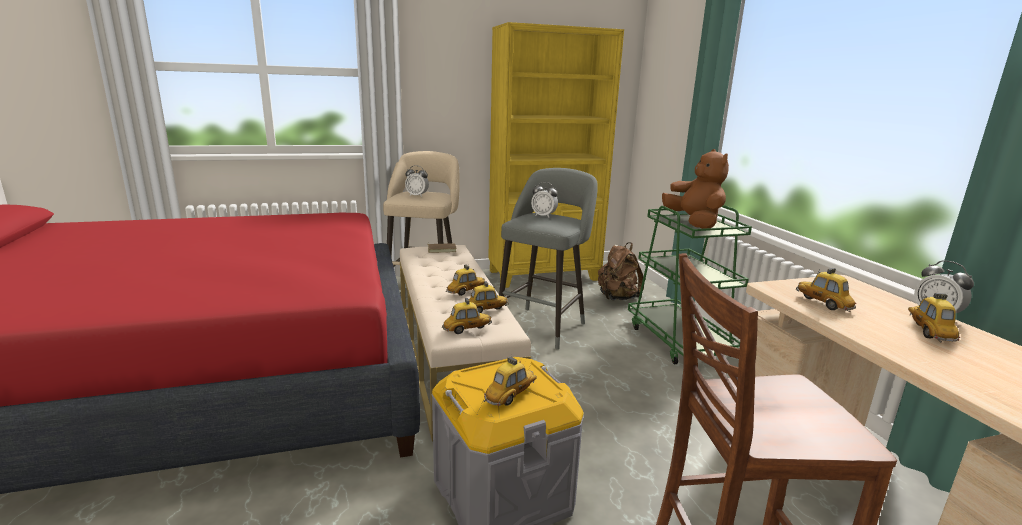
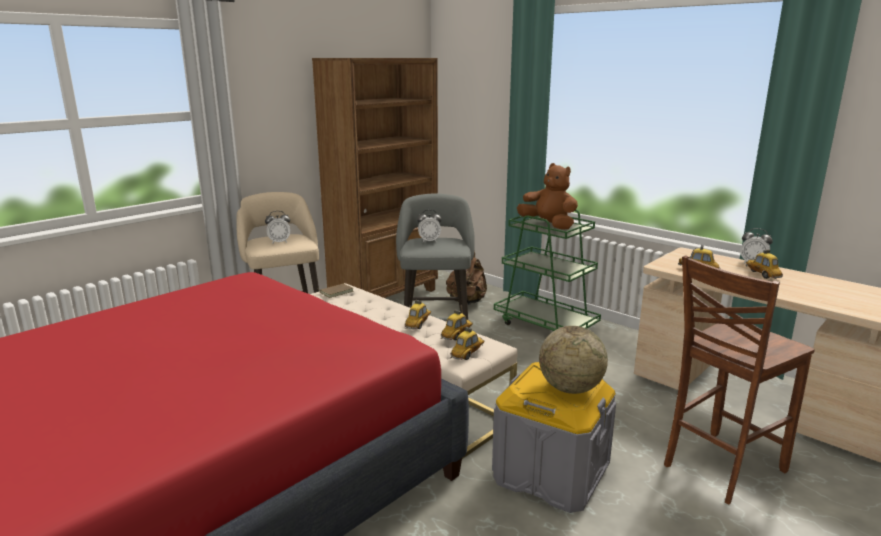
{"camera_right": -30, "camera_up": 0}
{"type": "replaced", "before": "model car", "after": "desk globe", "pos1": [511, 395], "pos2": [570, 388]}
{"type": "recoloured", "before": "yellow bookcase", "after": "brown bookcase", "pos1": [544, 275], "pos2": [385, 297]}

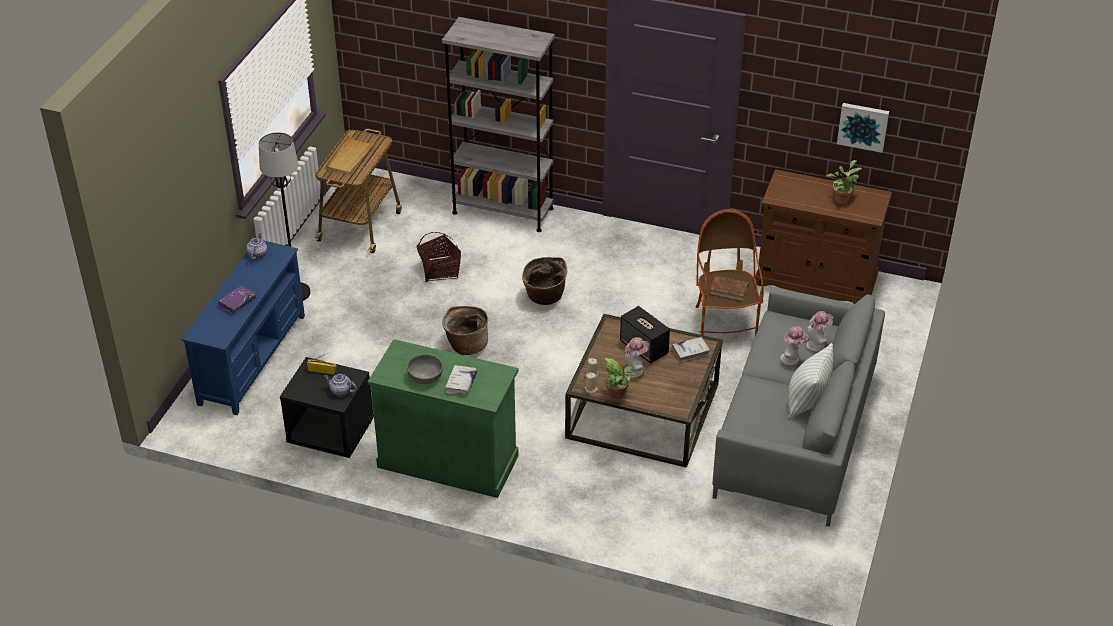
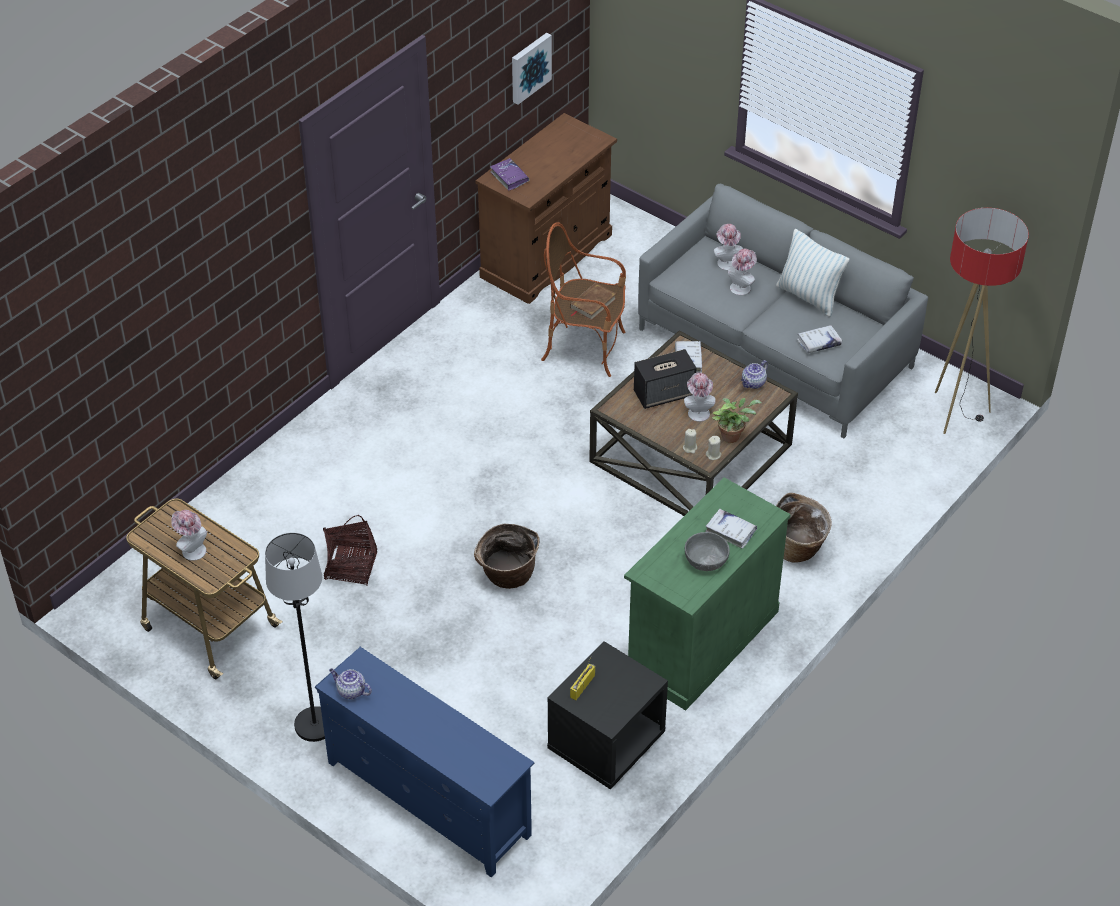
{"camera_right": -70, "camera_up": 5}
{"type": "removed", "before": "greyish bookcase", "pos1": [503, 210]}
{"type": "removed", "before": "potted plant", "pos1": [842, 198]}
{"type": "added", "after": "whitish bound book", "pos2": [819, 343]}
{"type": "added", "after": "standing lamp", "pos2": [957, 413]}
{"type": "moved", "before": "purplish bound book", "pos1": [237, 302], "pos2": [509, 177]}
{"type": "moved", "before": "teapot", "pos1": [340, 391], "pos2": [753, 383]}
{"type": "moved", "before": "storage basket", "pos1": [544, 297], "pos2": [798, 548]}
{"type": "replaced", "before": "beige serving tray", "after": "wearable hat", "pos1": [350, 157], "pos2": [191, 549]}

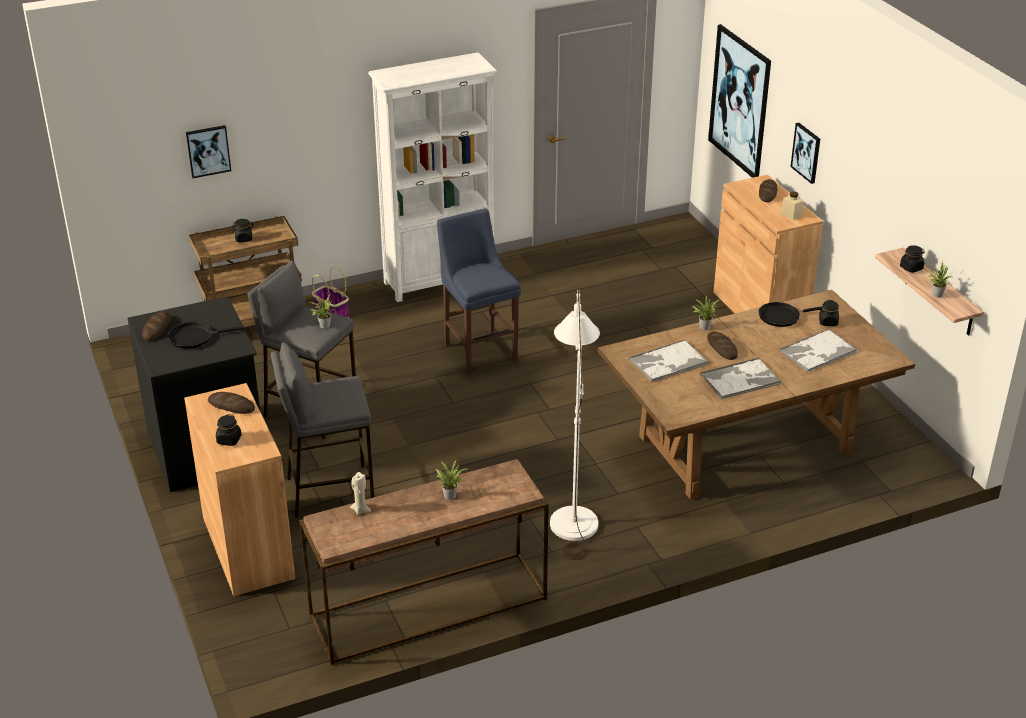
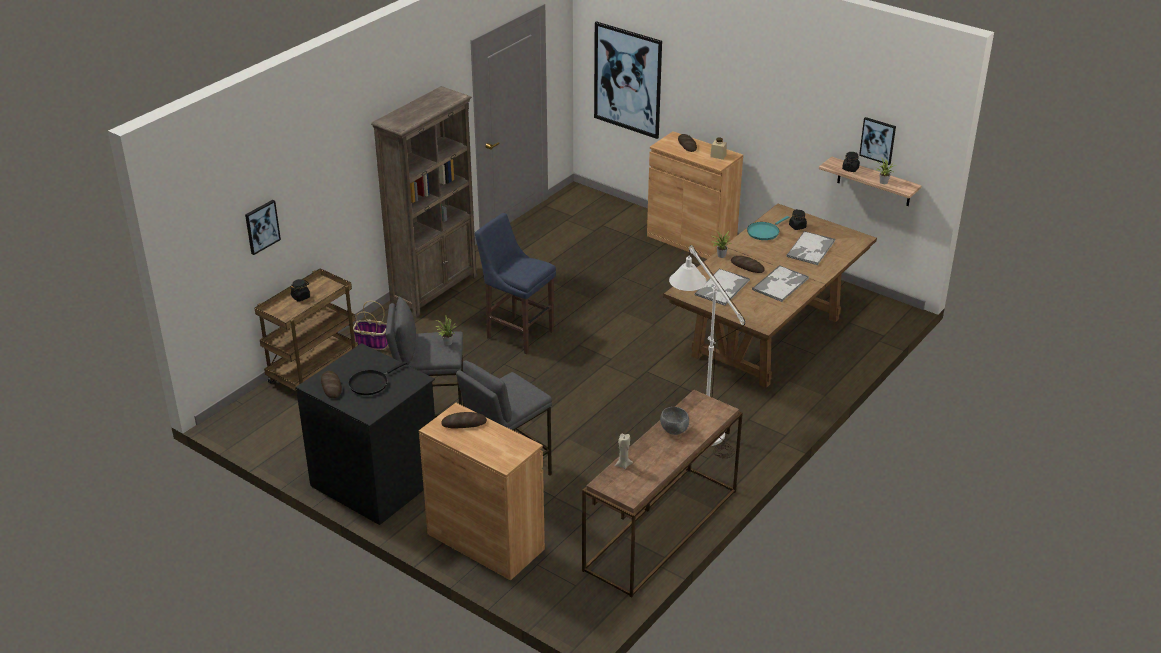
{"camera_right": -30, "camera_up": 0}
{"type": "removed", "before": "black jar", "pos1": [229, 440]}
{"type": "moved", "before": "wall picture", "pos1": [806, 152], "pos2": [878, 140]}
{"type": "replaced", "before": "potted plant", "after": "greyish serving bowl", "pos1": [449, 494], "pos2": [674, 431]}
{"type": "recoloured", "before": "whitish bookcase", "after": "brown bookcase", "pos1": [440, 281], "pos2": [435, 290]}
{"type": "recoloured", "before": "black skillet", "after": "turquoise skillet", "pos1": [782, 316], "pos2": [764, 232]}

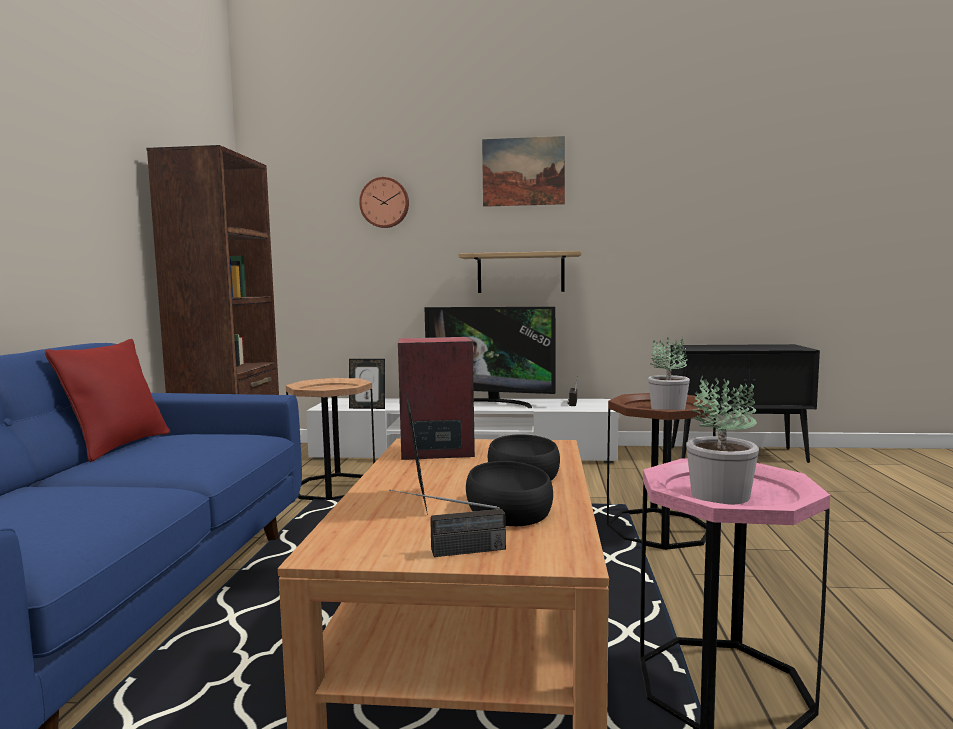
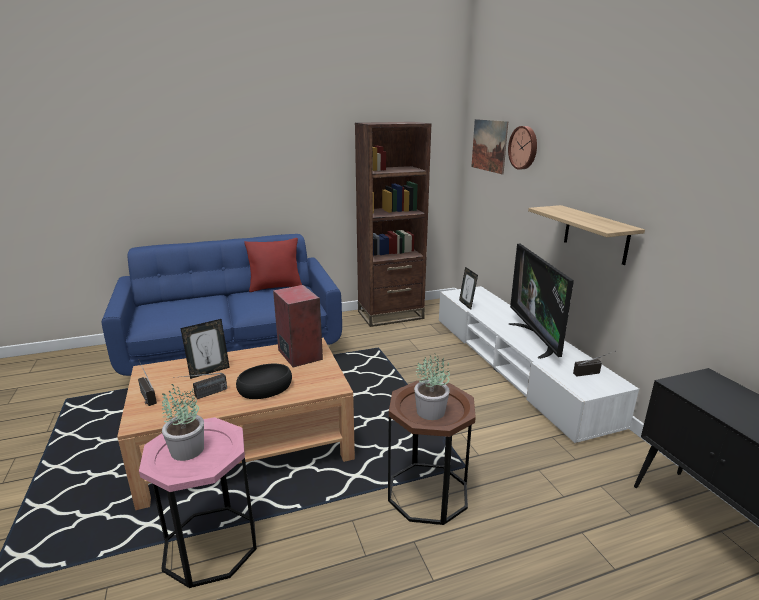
{"camera_right": 65, "camera_up": 15}
{"type": "removed", "before": "brown side table", "pos1": [333, 487]}
{"type": "moved", "before": "wall picture", "pos1": [523, 172], "pos2": [489, 145]}
{"type": "replaced", "before": "black serving bowl", "after": "radio set", "pos1": [507, 508], "pos2": [203, 395]}

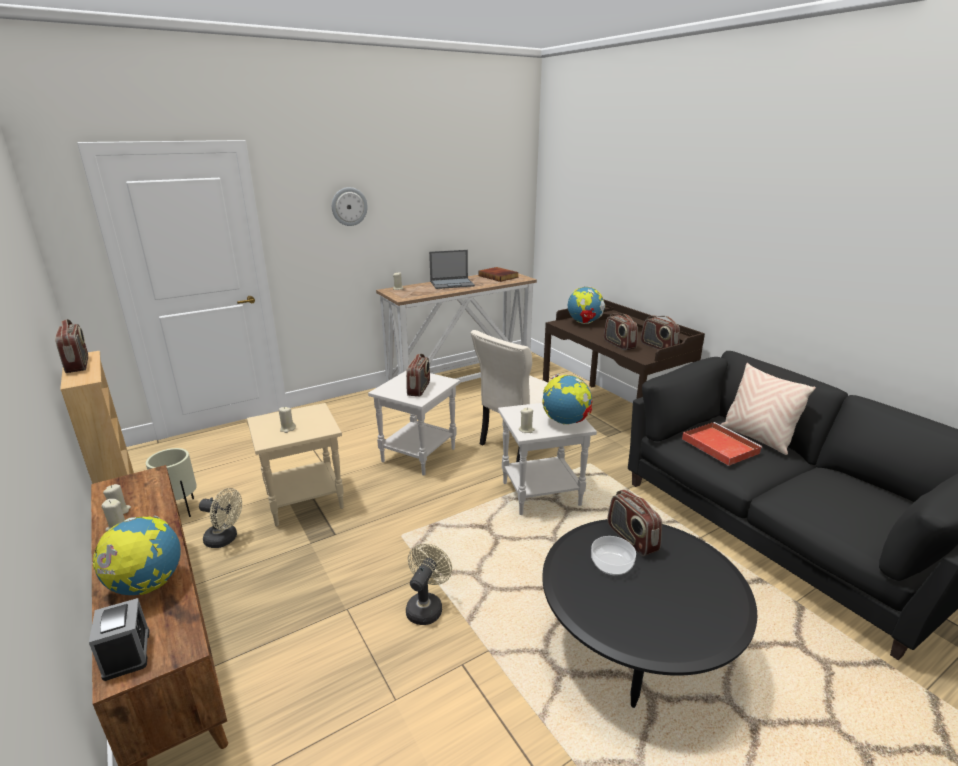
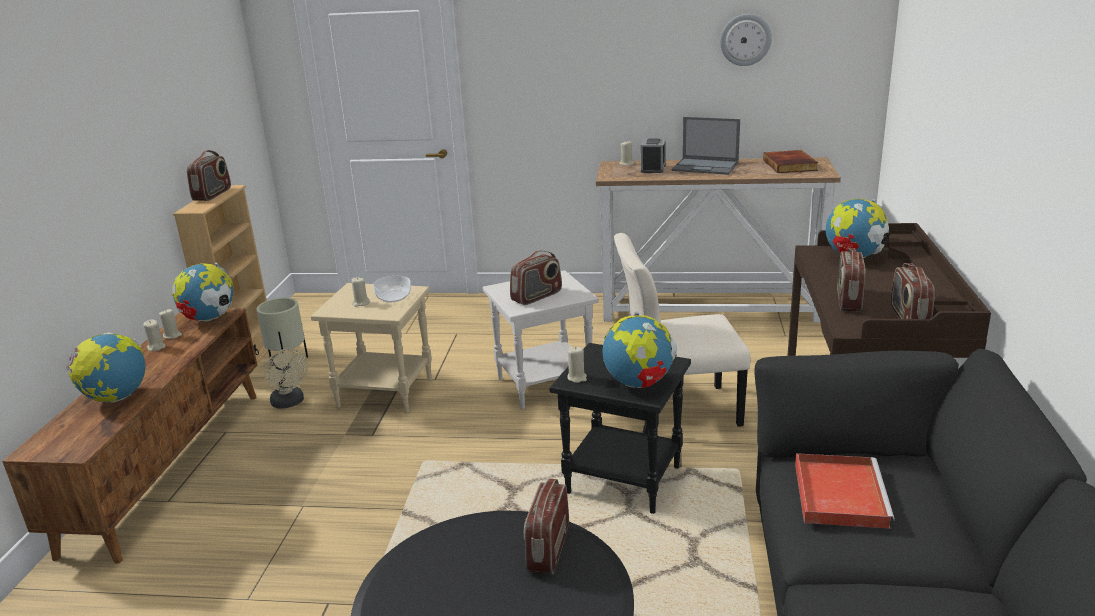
{"camera_right": 40, "camera_up": 0}
{"type": "removed", "before": "beige fan", "pos1": [426, 606]}
{"type": "removed", "before": "beige pillow", "pos1": [756, 438]}
{"type": "added", "after": "desk globe", "pos2": [209, 319]}
{"type": "moved", "before": "alarm clock", "pos1": [127, 653], "pos2": [653, 168]}
{"type": "moved", "before": "hanging clock", "pos1": [349, 206], "pos2": [745, 39]}
{"type": "moved", "before": "serving bowl", "pos1": [611, 564], "pos2": [393, 297]}
{"type": "recoloured", "before": "whitish side table", "after": "black side table", "pos1": [541, 493], "pos2": [625, 480]}

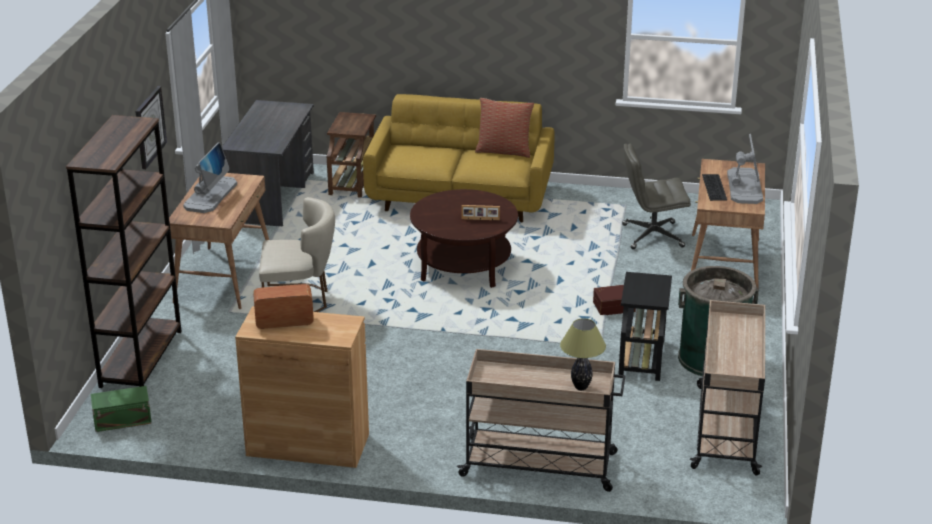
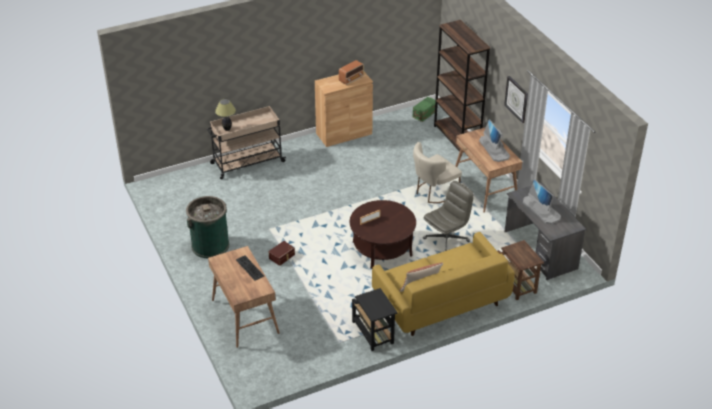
{"camera_right": 145, "camera_up": 10}
{"type": "removed", "before": "beige cart", "pos1": [726, 428]}
{"type": "moved", "before": "black side table", "pos1": [641, 357], "pos2": [373, 333]}
{"type": "moved", "before": "greyish computer chair", "pos1": [652, 236], "pos2": [446, 240]}
{"type": "moved", "before": "computer screen", "pos1": [744, 186], "pos2": [541, 210]}

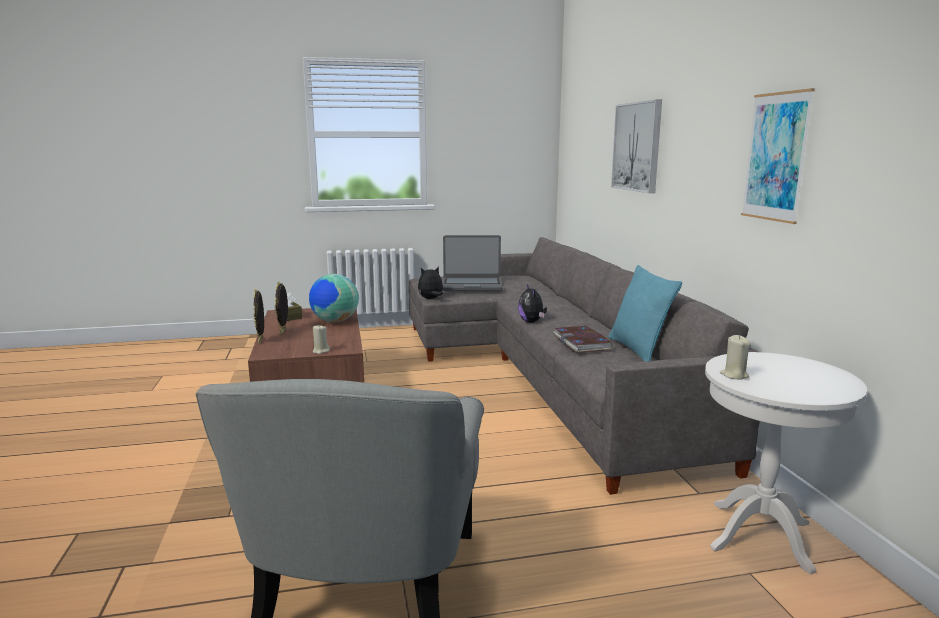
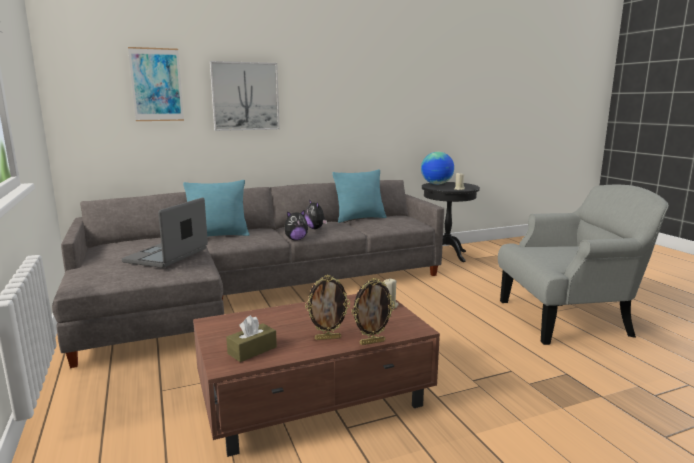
{"camera_right": -100, "camera_up": 0}
{"type": "removed", "before": "bound book", "pos1": [582, 342]}
{"type": "added", "after": "turquoise pillow", "pos2": [218, 236]}
{"type": "moved", "before": "desk globe", "pos1": [334, 321], "pos2": [437, 184]}
{"type": "moved", "before": "soft toy", "pos1": [431, 299], "pos2": [315, 228]}
{"type": "moved", "before": "wall picture", "pos1": [776, 157], "pos2": [156, 85]}
{"type": "recoloured", "before": "whitish side table", "after": "black side table", "pos1": [760, 535], "pos2": [446, 255]}
{"type": "turned", "before": "notebook computer", "pos1": [472, 285], "pos2": [167, 255], "turn": -150}

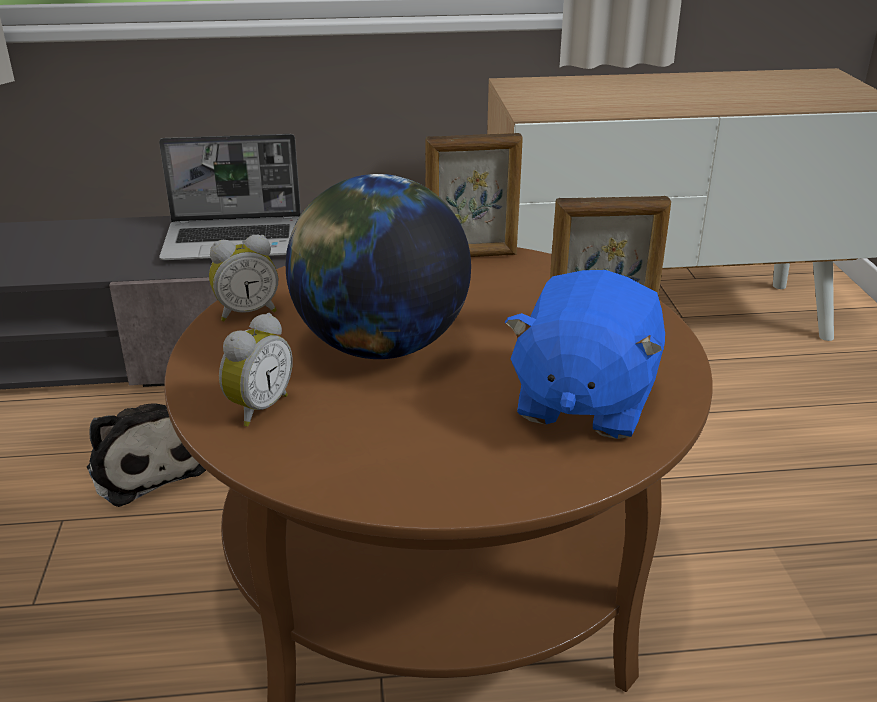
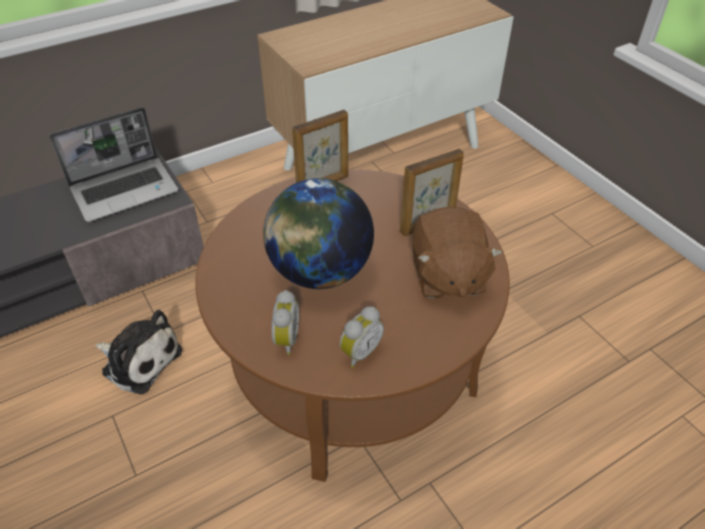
{"camera_right": -25, "camera_up": 15}
{"type": "moved", "before": "alarm clock", "pos1": [247, 312], "pos2": [359, 352]}
{"type": "recoloured", "before": "blue-coloured soft toy", "after": "brown soft toy", "pos1": [583, 401], "pos2": [447, 276]}

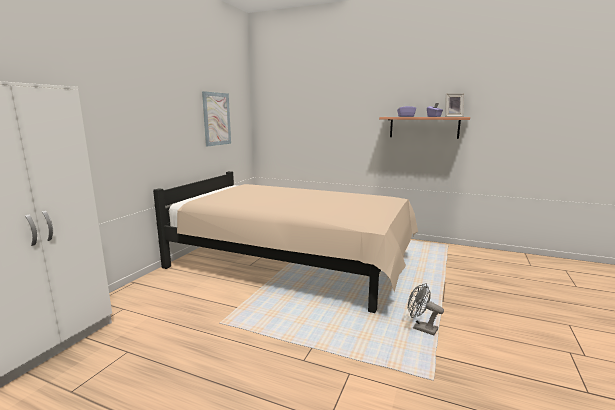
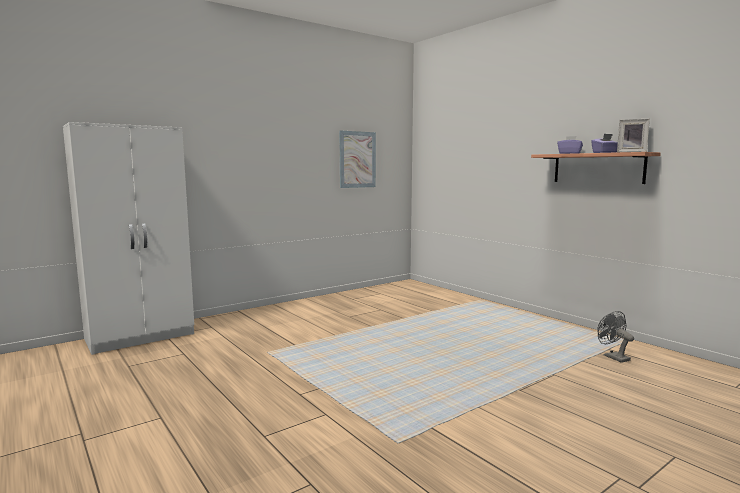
{"camera_right": 30, "camera_up": -5}
{"type": "removed", "before": "beige bed", "pos1": [293, 263]}
{"type": "moved", "before": "greyish fan", "pos1": [421, 328], "pos2": [613, 357]}

